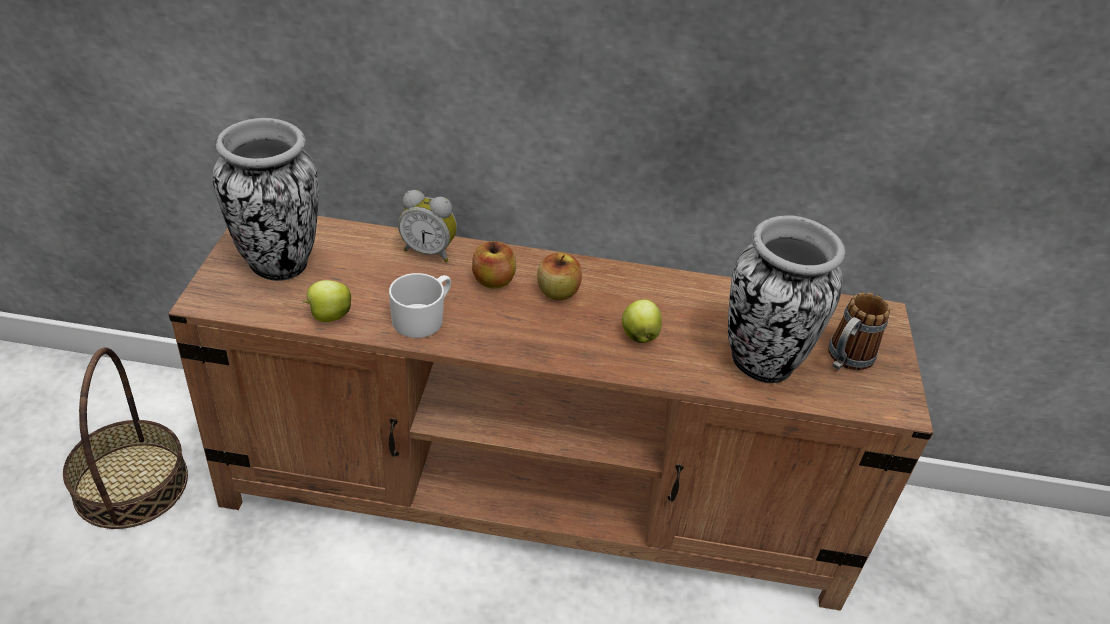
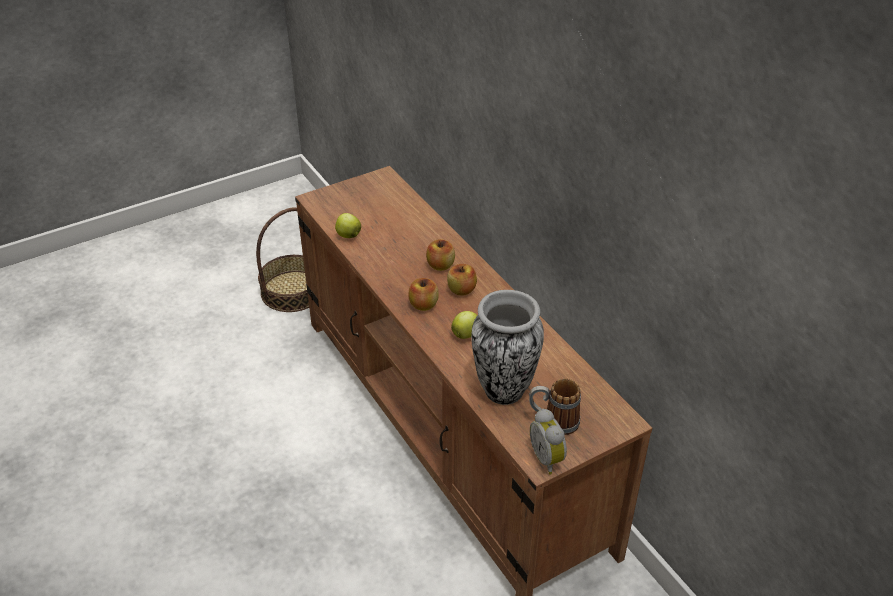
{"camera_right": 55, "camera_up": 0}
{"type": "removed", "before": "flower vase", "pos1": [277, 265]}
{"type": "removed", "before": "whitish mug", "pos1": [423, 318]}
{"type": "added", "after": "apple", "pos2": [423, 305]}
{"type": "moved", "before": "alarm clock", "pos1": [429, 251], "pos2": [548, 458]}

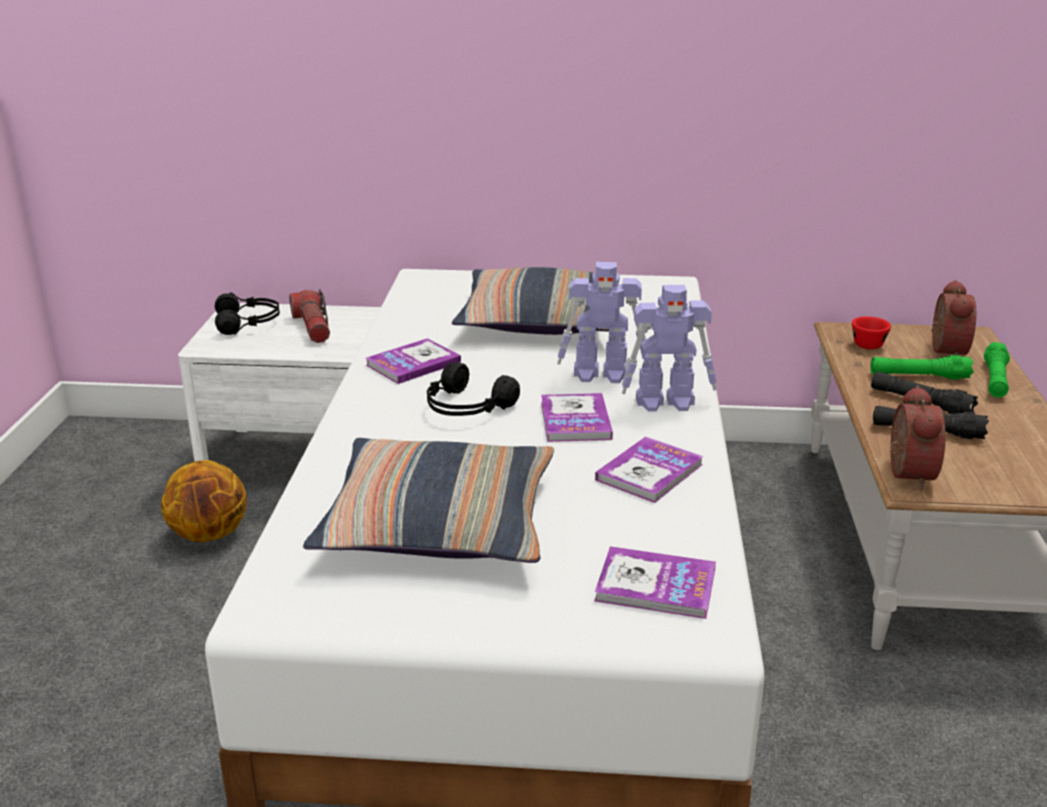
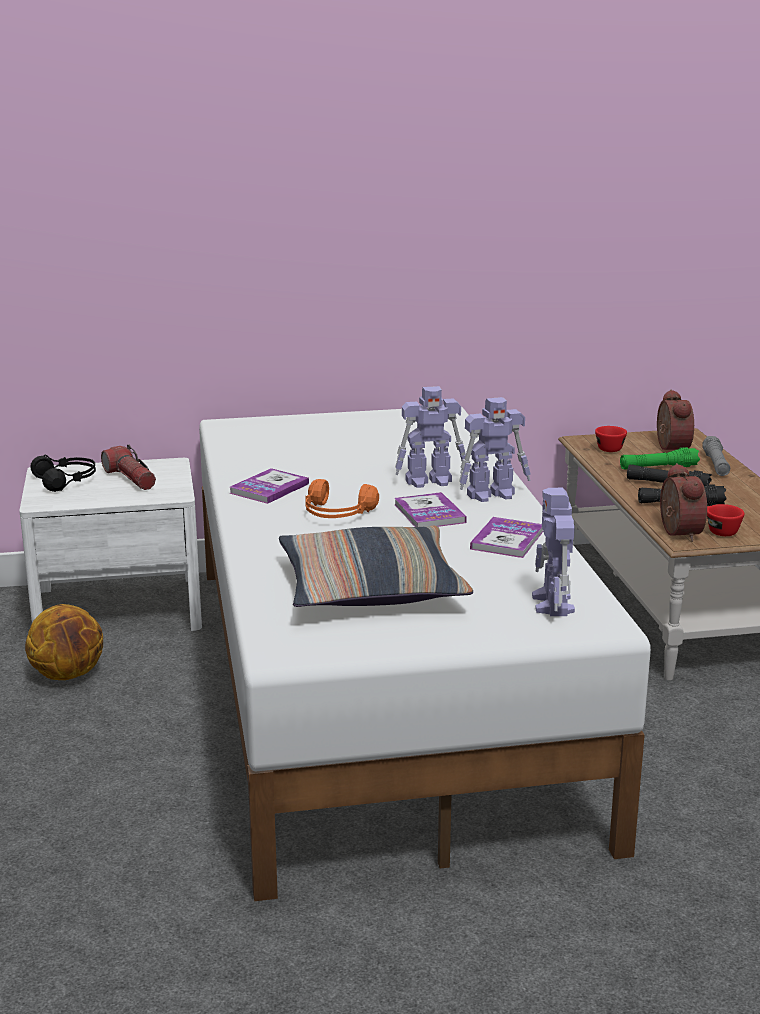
{"camera_right": -15, "camera_up": -5}
{"type": "removed", "before": "pillow", "pos1": [538, 320]}
{"type": "added", "after": "red cup", "pos2": [718, 531]}
{"type": "replaced", "before": "bound book", "after": "toy robot", "pos1": [655, 585], "pos2": [553, 604]}
{"type": "recoloured", "before": "black pair of headphones", "after": "orange pair of headphones", "pos1": [466, 408], "pos2": [336, 514]}
{"type": "recoloured", "before": "green-coloured flashlight", "after": "greyish flashlight", "pos1": [995, 380], "pos2": [716, 464]}

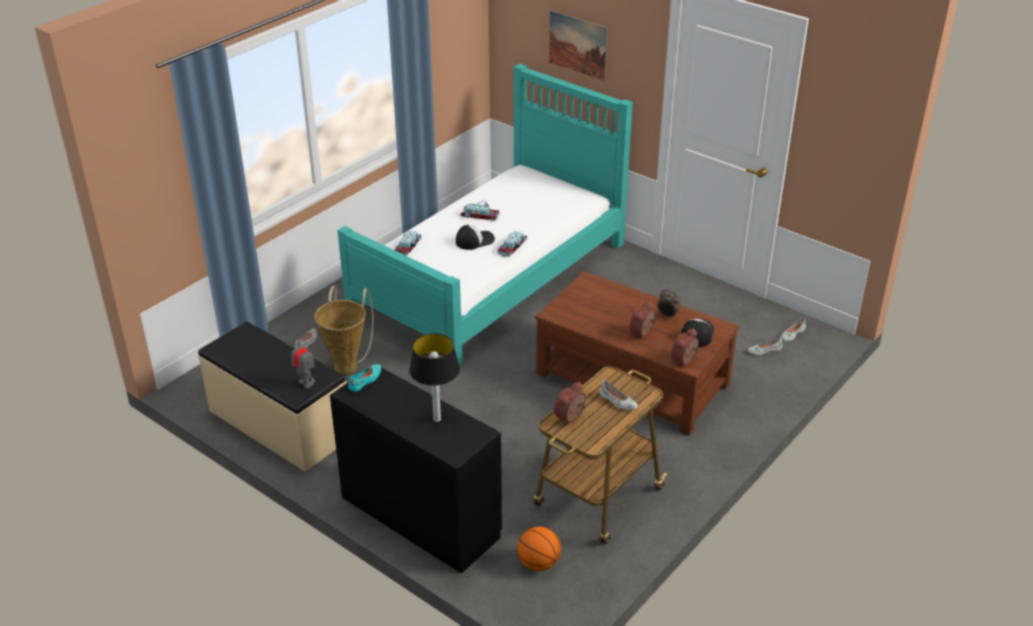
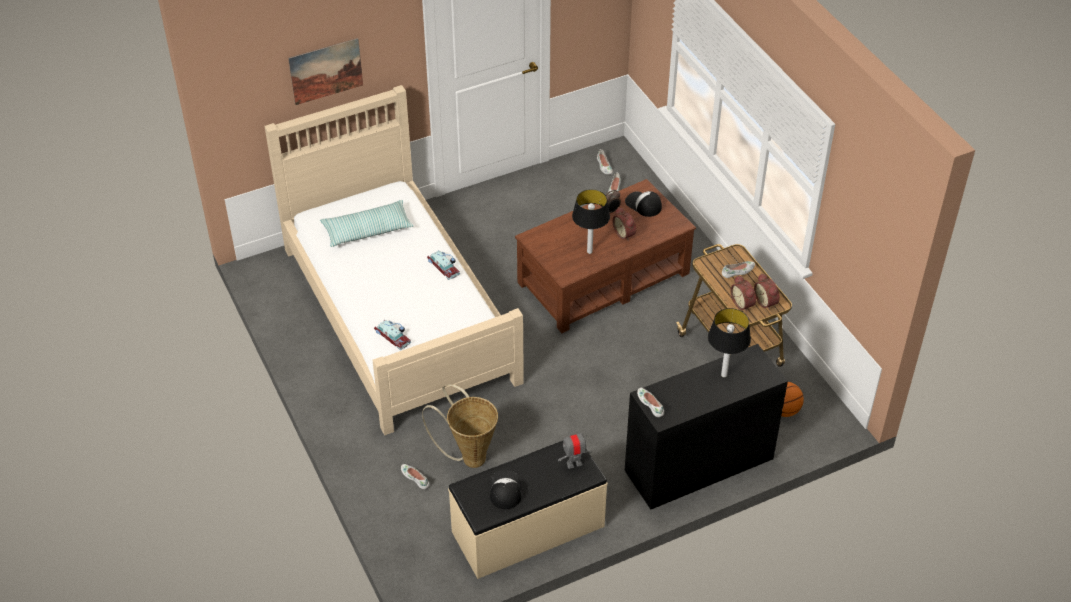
{"camera_right": -65, "camera_up": 10}
{"type": "removed", "before": "model car", "pos1": [479, 215]}
{"type": "added", "after": "pillow", "pos2": [367, 230]}
{"type": "added", "after": "table lamp", "pos2": [589, 252]}
{"type": "moved", "before": "peaked cap", "pos1": [474, 240], "pos2": [505, 490]}
{"type": "moved", "before": "alarm clock", "pos1": [685, 361], "pos2": [766, 302]}
{"type": "recoloured", "before": "turquoise bed", "after": "beige bed", "pos1": [491, 276], "pos2": [398, 313]}
{"type": "recoloured", "before": "turquoise shoe", "after": "whitish shoe", "pos1": [366, 380], "pos2": [651, 404]}

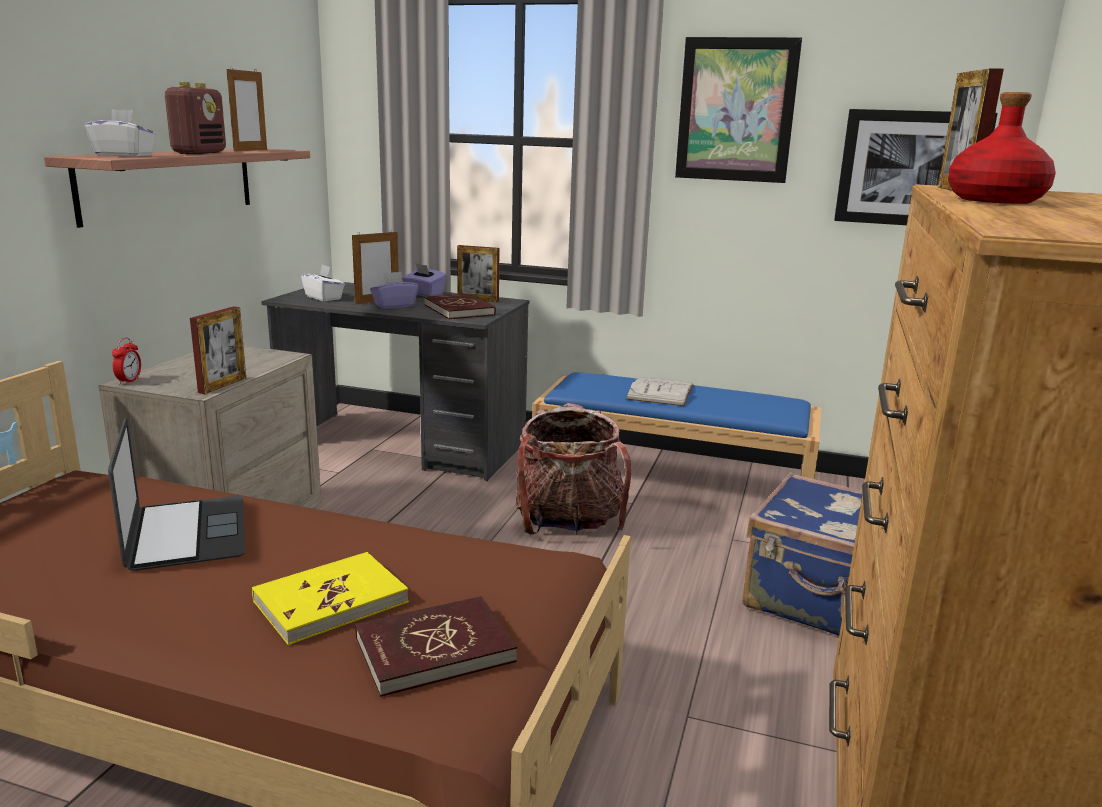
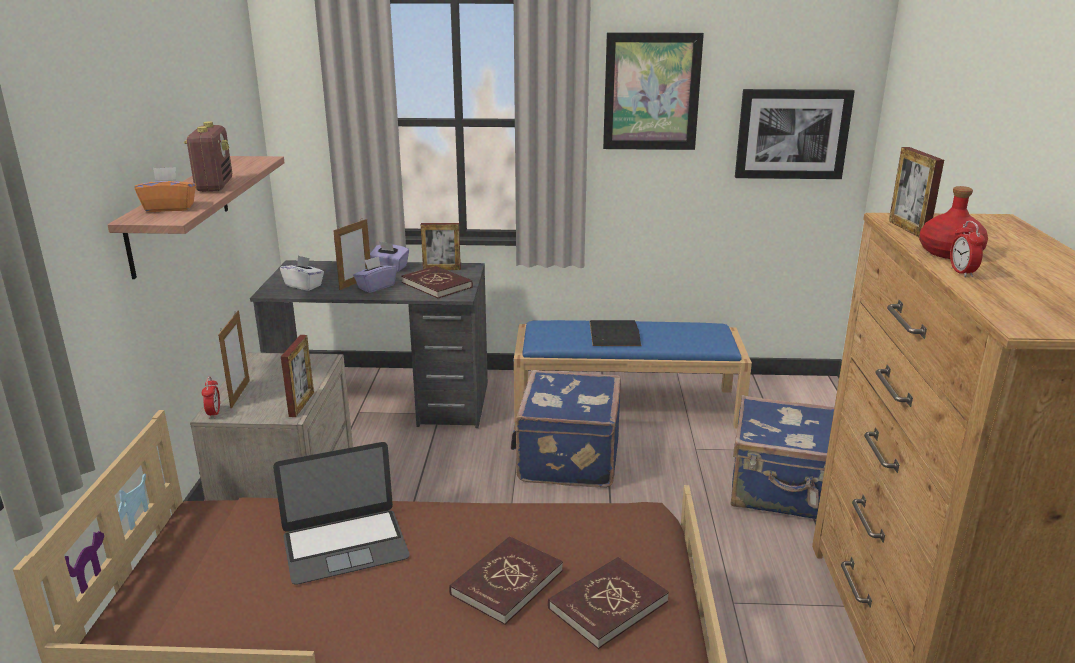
{"camera_right": -15, "camera_up": 5}
{"type": "added", "after": "alarm clock", "pos2": [961, 272]}
{"type": "moved", "before": "picture frame", "pos1": [250, 150], "pos2": [240, 394]}
{"type": "replaced", "before": "backpack", "after": "blue-coloured suitcase", "pos1": [568, 524], "pos2": [566, 458]}
{"type": "recoloured", "before": "whitish box of tissues", "after": "orange box of tissues", "pos1": [124, 155], "pos2": [170, 208]}
{"type": "recoloured", "before": "yellow bound book", "after": "red bound book", "pos1": [330, 601], "pos2": [506, 582]}
{"type": "recoloured", "before": "whitish bound book", "after": "black bound book", "pos1": [660, 392], "pos2": [614, 333]}
{"type": "turned", "before": "notebook computer", "pos1": [186, 533], "pos2": [345, 545], "turn": 105}

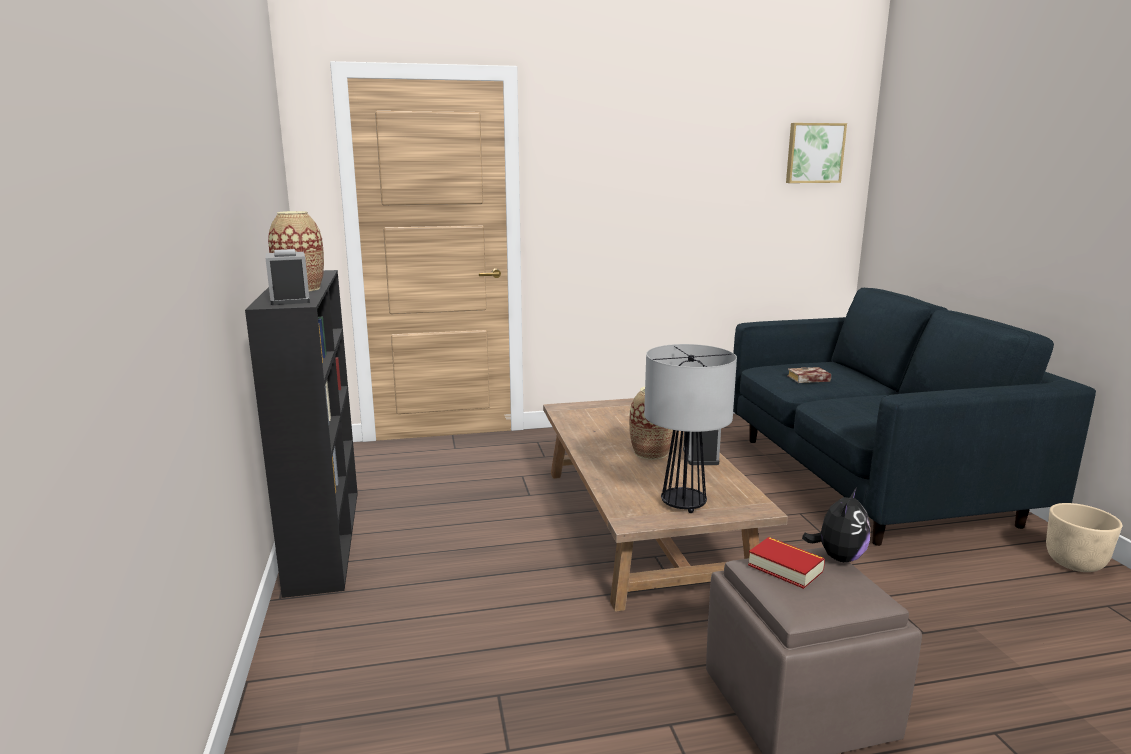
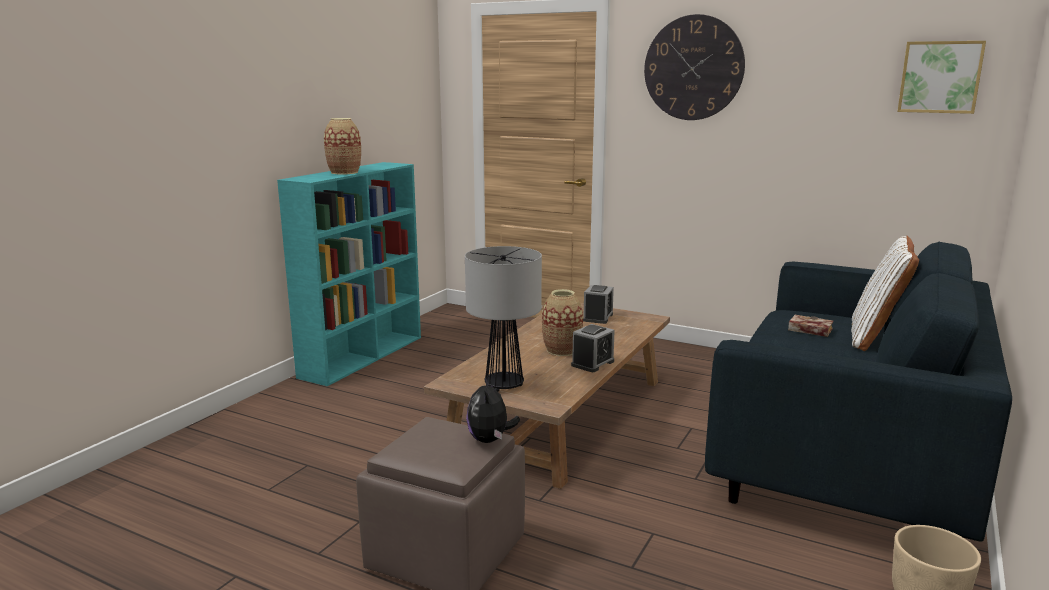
{"camera_right": 40, "camera_up": 0}
{"type": "removed", "before": "bound book", "pos1": [785, 568]}
{"type": "added", "after": "hanging clock", "pos2": [693, 68]}
{"type": "added", "after": "whitish pillow", "pos2": [876, 337]}
{"type": "moved", "before": "alarm clock", "pos1": [290, 299], "pos2": [598, 317]}
{"type": "recoloured", "before": "black bookcase", "after": "turquoise bookcase", "pos1": [324, 537], "pos2": [363, 356]}
{"type": "turned", "before": "soft toy", "pos1": [838, 557], "pos2": [490, 440], "turn": 105}

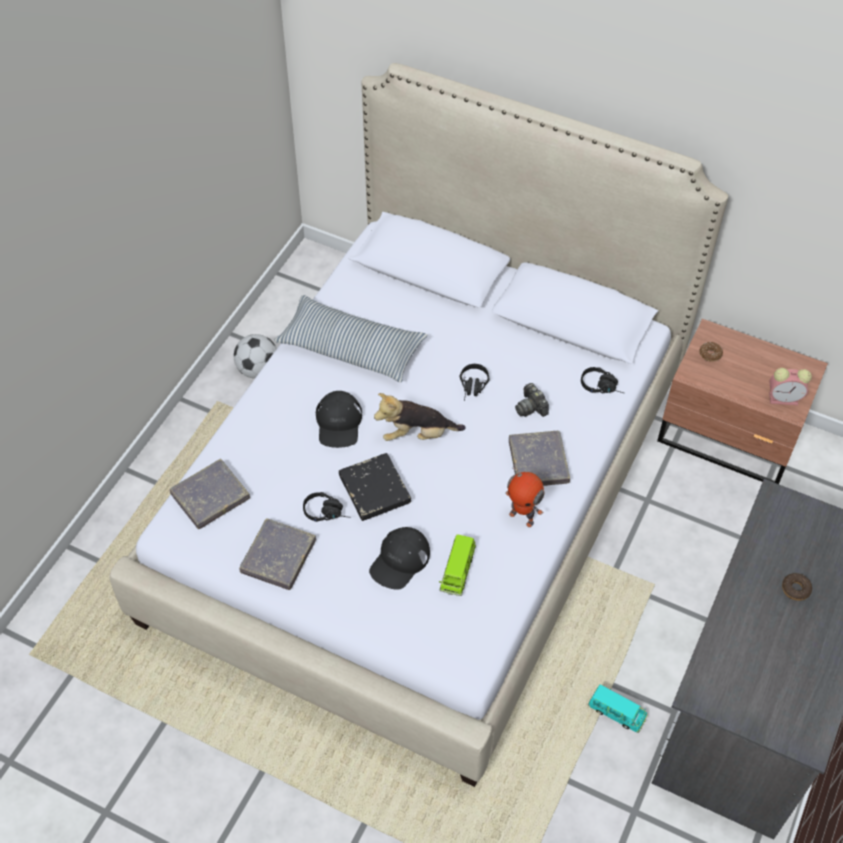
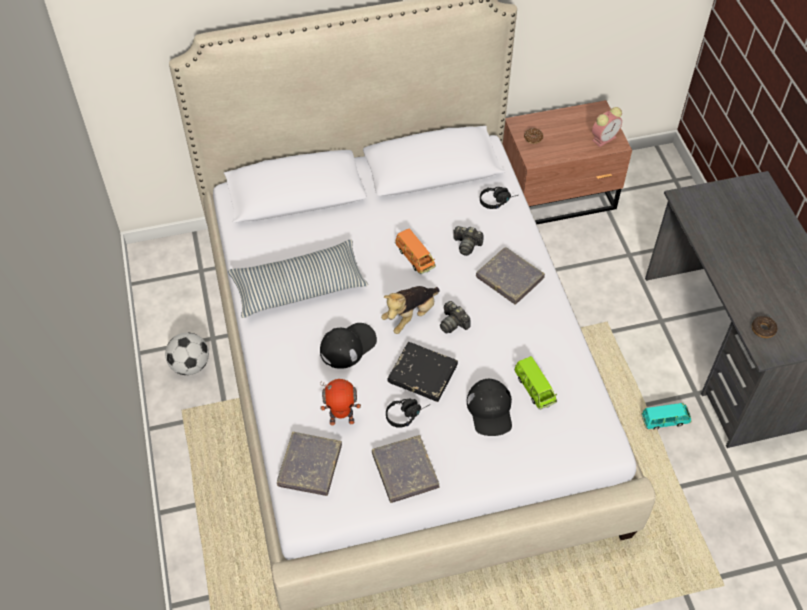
{"camera_right": -40, "camera_up": 0}
{"type": "added", "after": "photo camera", "pos2": [453, 323]}
{"type": "moved", "before": "toy robot", "pos1": [522, 517], "pos2": [342, 420]}
{"type": "moved", "before": "donut", "pos1": [795, 589], "pos2": [763, 329]}
{"type": "replaced", "before": "black pair of headphones", "after": "orange model car", "pos1": [473, 388], "pos2": [415, 258]}
{"type": "turned", "before": "black peaked cap", "pos1": [339, 423], "pos2": [348, 346], "turn": -90}

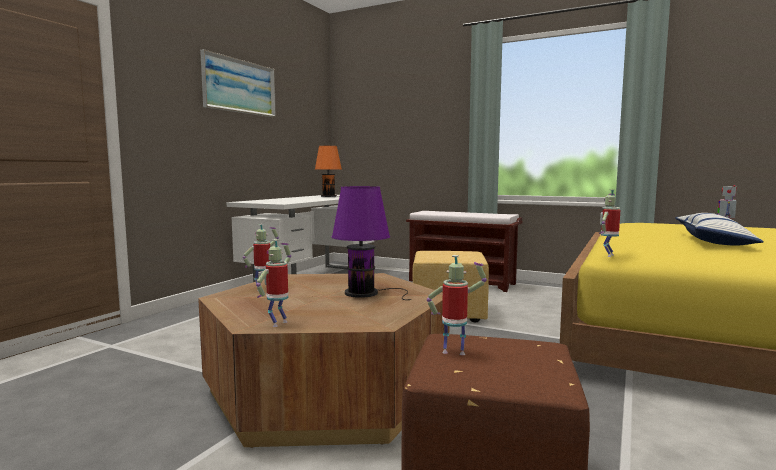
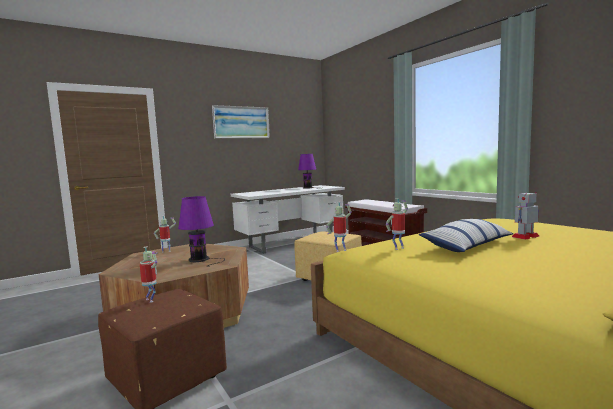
{"camera_right": 30, "camera_up": 0}
{"type": "moved", "before": "toy robot", "pos1": [278, 323], "pos2": [398, 248]}
{"type": "recoloured", "before": "orange table lamp", "after": "purplish table lamp", "pos1": [330, 196], "pos2": [309, 188]}

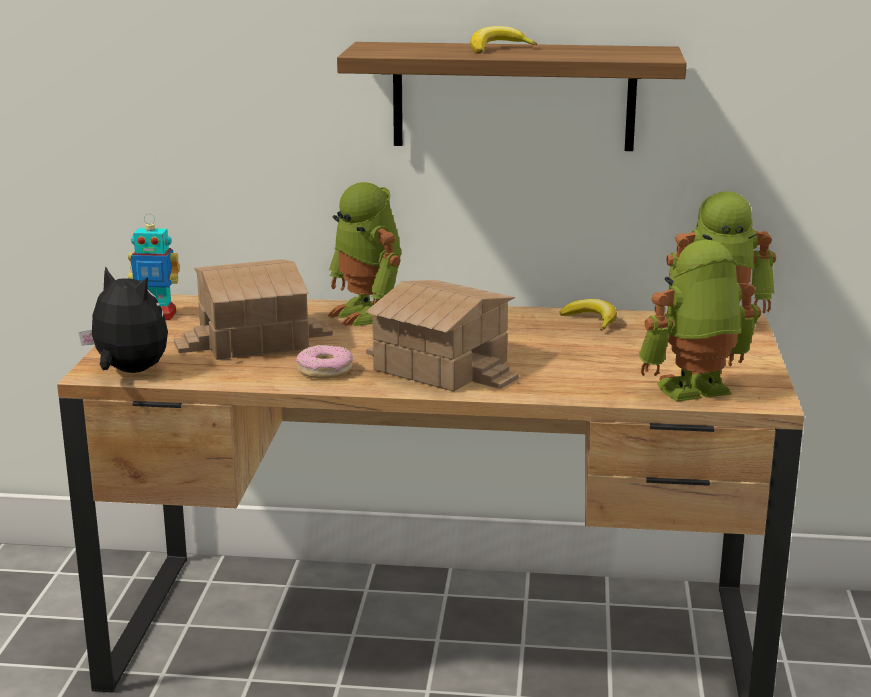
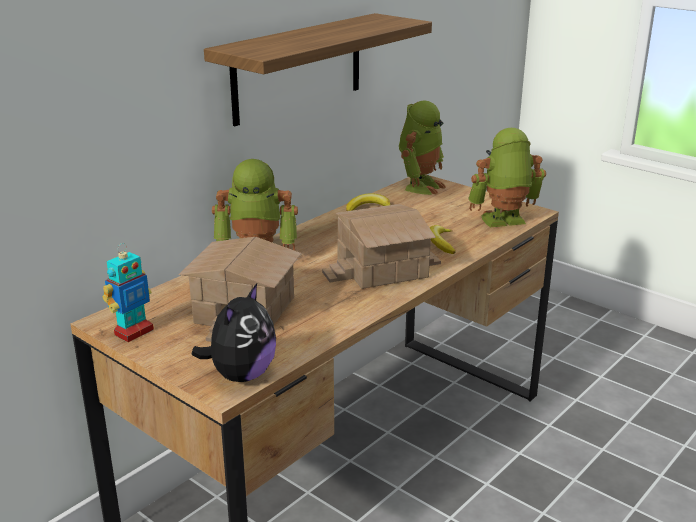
{"camera_right": -55, "camera_up": 5}
{"type": "removed", "before": "donut", "pos1": [325, 370]}
{"type": "moved", "before": "whole banana", "pos1": [497, 49], "pos2": [441, 243]}
{"type": "turned", "before": "soft toy", "pos1": [128, 372], "pos2": [241, 375], "turn": 135}
{"type": "turned", "before": "toy robot", "pos1": [695, 392], "pos2": [503, 221], "turn": 60}

